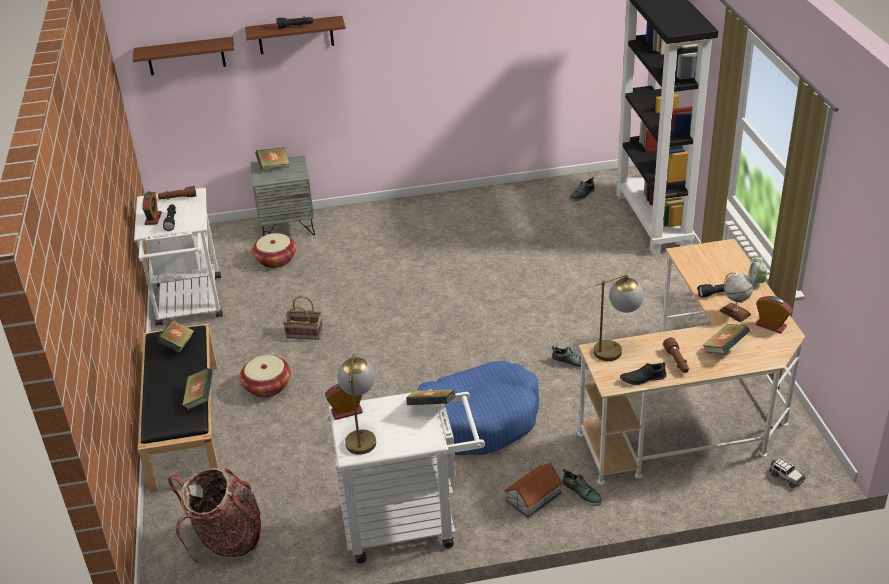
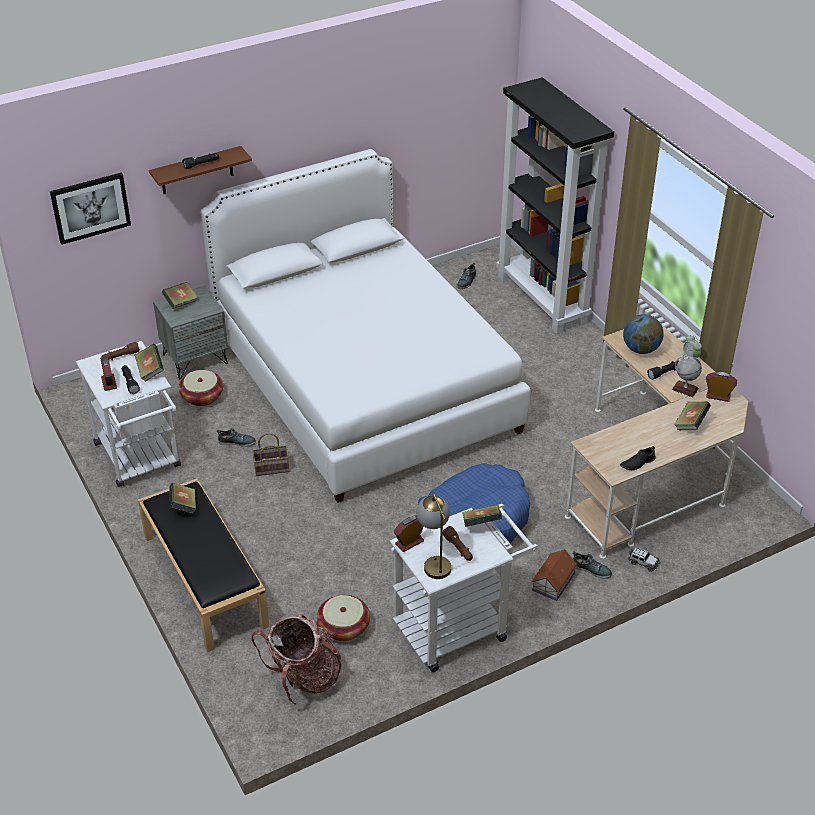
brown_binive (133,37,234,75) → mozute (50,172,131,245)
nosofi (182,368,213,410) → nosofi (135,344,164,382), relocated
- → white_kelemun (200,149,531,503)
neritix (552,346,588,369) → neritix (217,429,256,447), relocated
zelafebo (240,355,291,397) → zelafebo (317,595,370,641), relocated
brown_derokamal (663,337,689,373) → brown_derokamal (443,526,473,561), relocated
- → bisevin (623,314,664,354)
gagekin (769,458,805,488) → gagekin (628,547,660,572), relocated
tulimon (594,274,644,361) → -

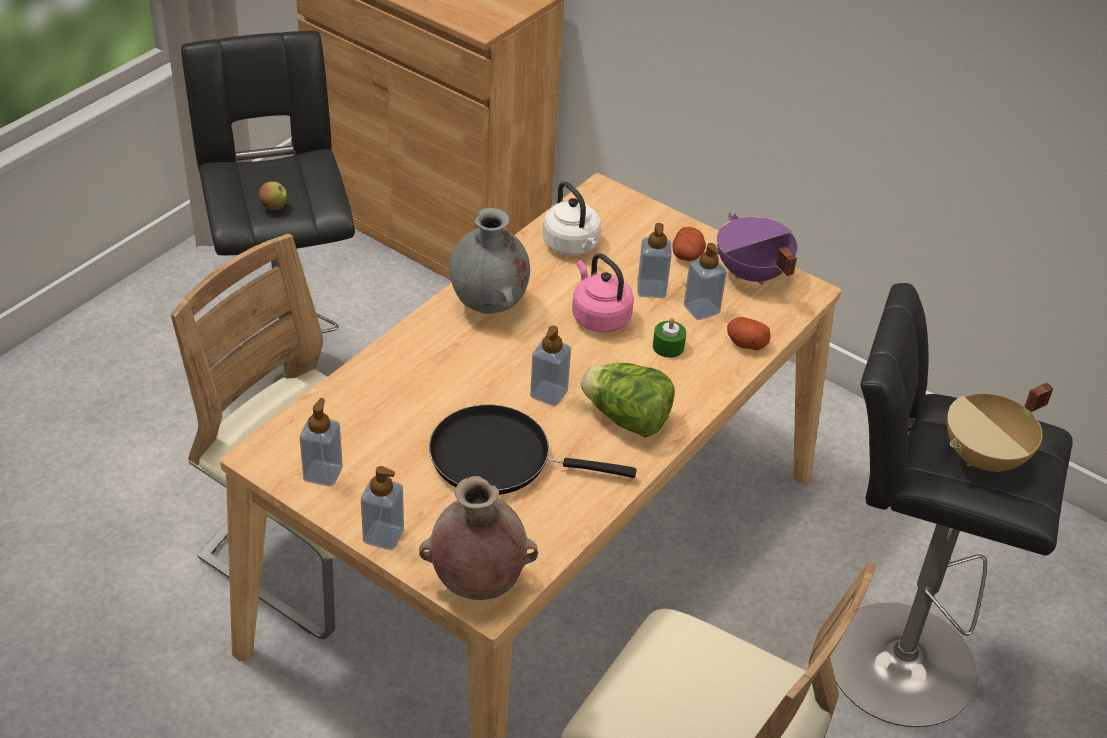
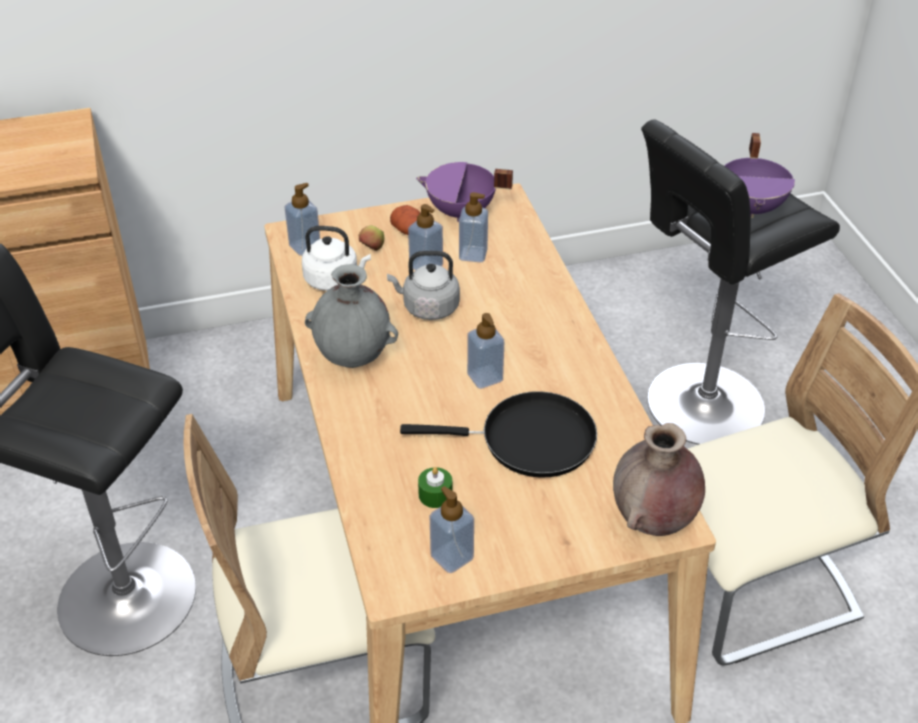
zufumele (361,466,404,550) → zufumele (284,183,320,256), relocated
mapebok (259,181,287,211) → mapebok (359,225,384,251), relocated
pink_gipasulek (572,253,634,332) → grey_gipasulek (387,251,460,320)
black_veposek (429,405,637,495) → black_veposek (400,391,597,478), 135 degrees counterclockwise
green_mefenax (653,318,686,358) → green_mefenax (418,467,452,508), relocated
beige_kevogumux (947,383,1054,472) → purple_kevogumux (724,133,795,218)
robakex (581,363,675,438) → -
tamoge (727,317,771,350) → -

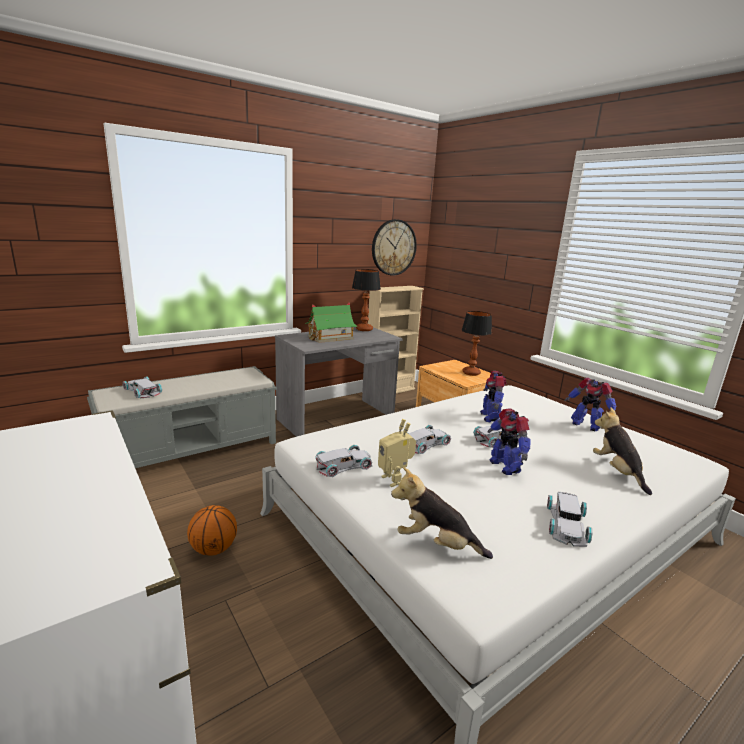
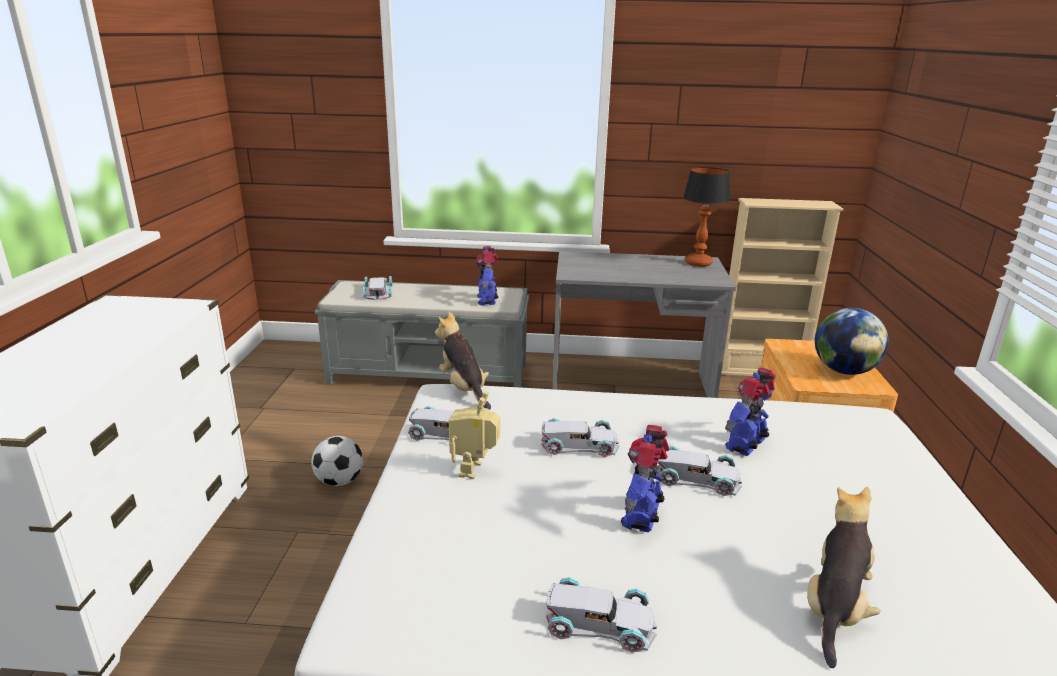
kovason (187,505,237,556) → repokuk (311,436,363,486)
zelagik (391,467,493,559) → zelagik (435,312,491,410), relocated
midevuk (565,378,616,431) → midevuk (476,246,498,306), relocated
white_gagekin (547,492,592,547) → white_gagekin (546,577,657,653), 135 degrees counterclockwise
tulimon (461,311,492,376) → bisevin (815,308,889,375)
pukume (305,303,358,343) → -
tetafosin (372,219,417,276) → -

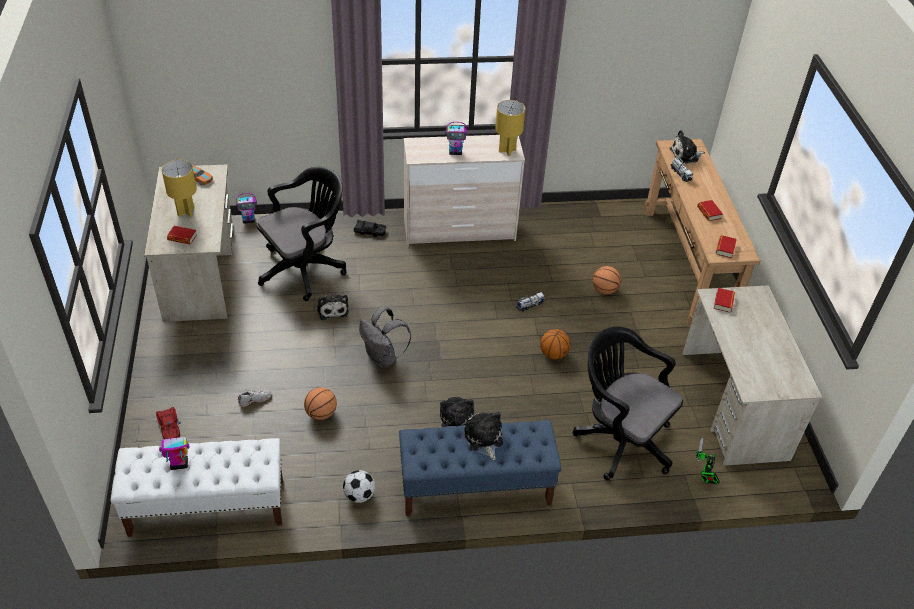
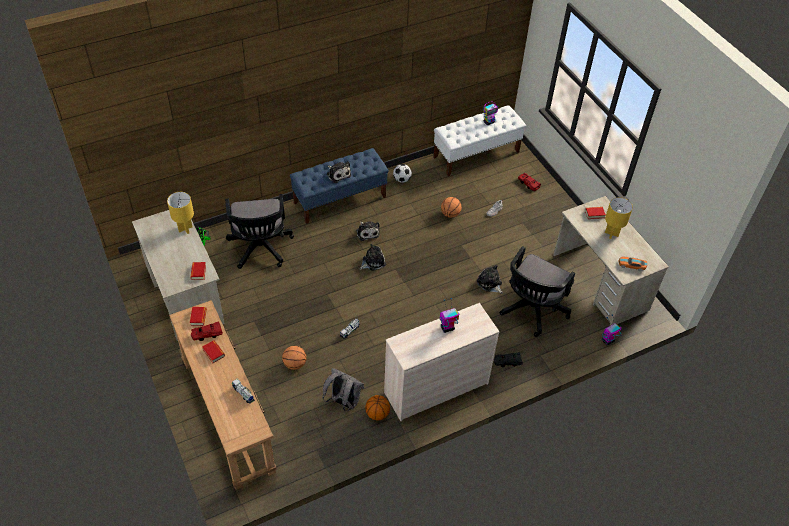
yellow_tulimon (495,100,525,156) → yellow_tulimon (167,192,194,234), relocated
- → red_gagekin (191,321,223,341)
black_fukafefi (572,327,683,480) → black_fukafefi (225,194,294,269), 60 degrees clockwise
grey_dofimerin (359,306,411,368) → grey_dofimerin (323,368,364,411), relocated
zelagik (670,130,705,164) → zelagik (359,244,386,271), relocated
kovason (540,329,570,359) → kovason (365,395,390,420), relocated

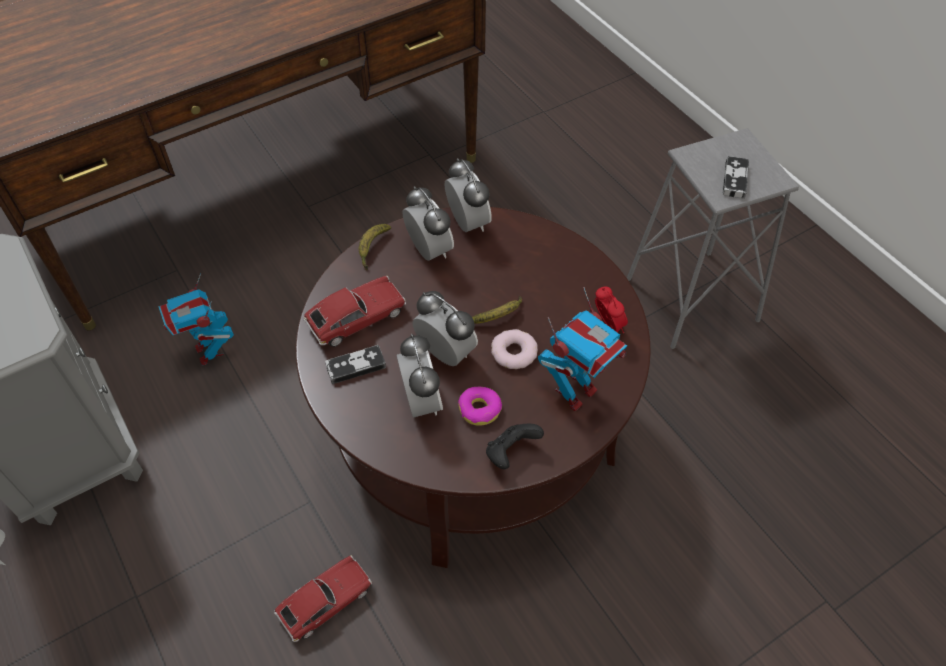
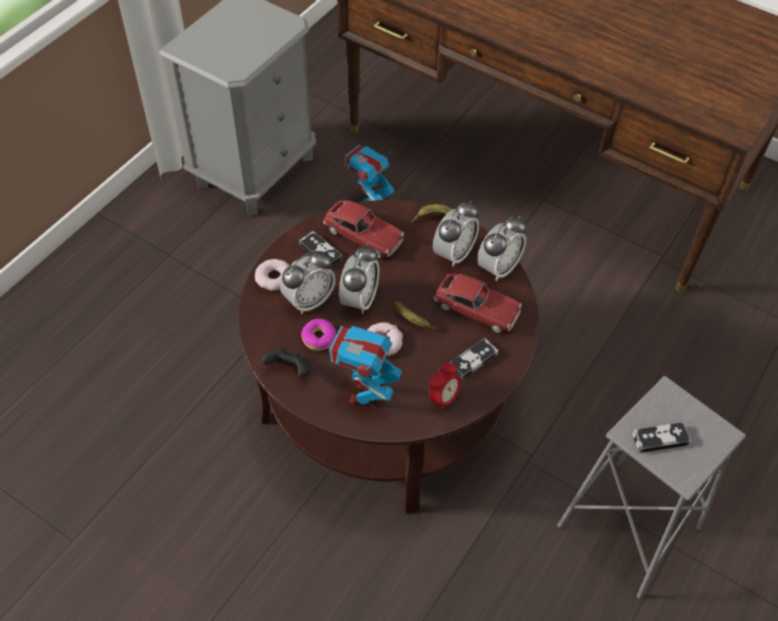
- → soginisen (255,259,289,291)
midevuk (538,287,627,412) → midevuk (329,325,402,408), 90 degrees clockwise
gagekin (274,555,372,642) → gagekin (434,274,522,333), relocated
- → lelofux (450,338,498,379)

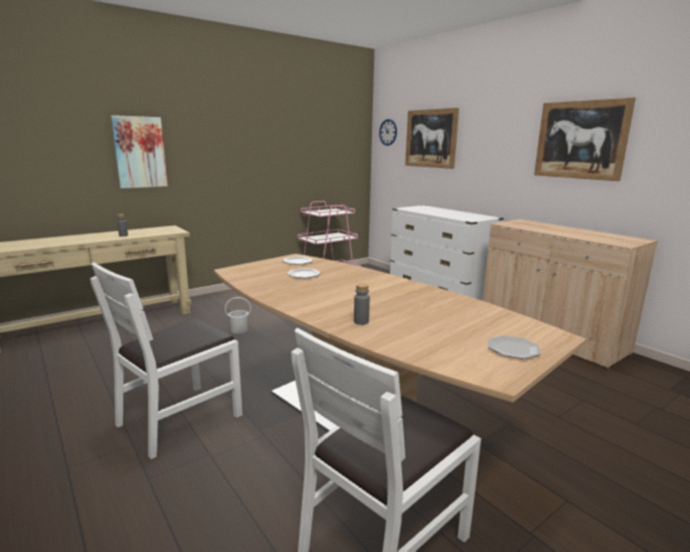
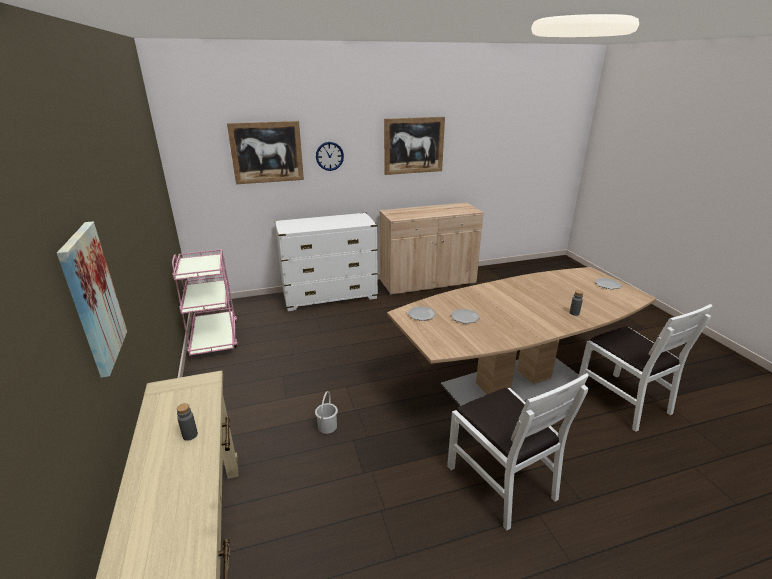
tetafosin (379,119,397,146) → tetafosin (316,142,344,171), relocated

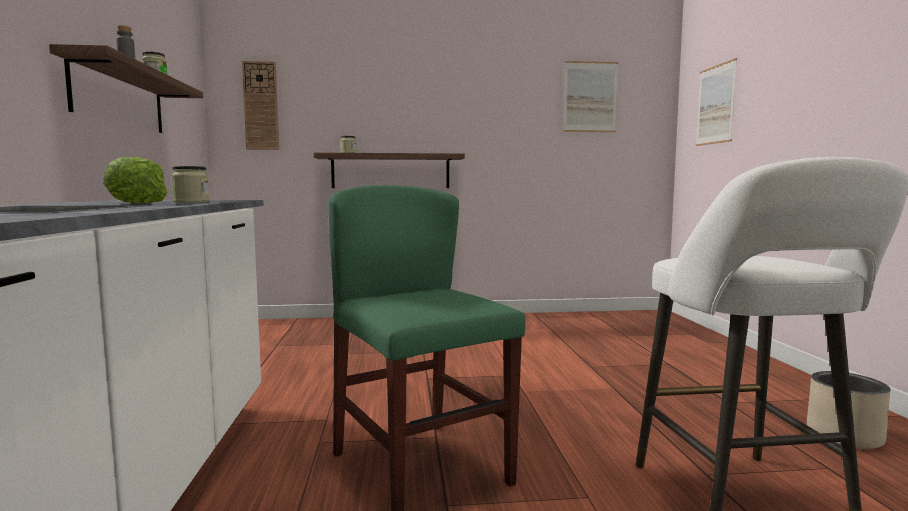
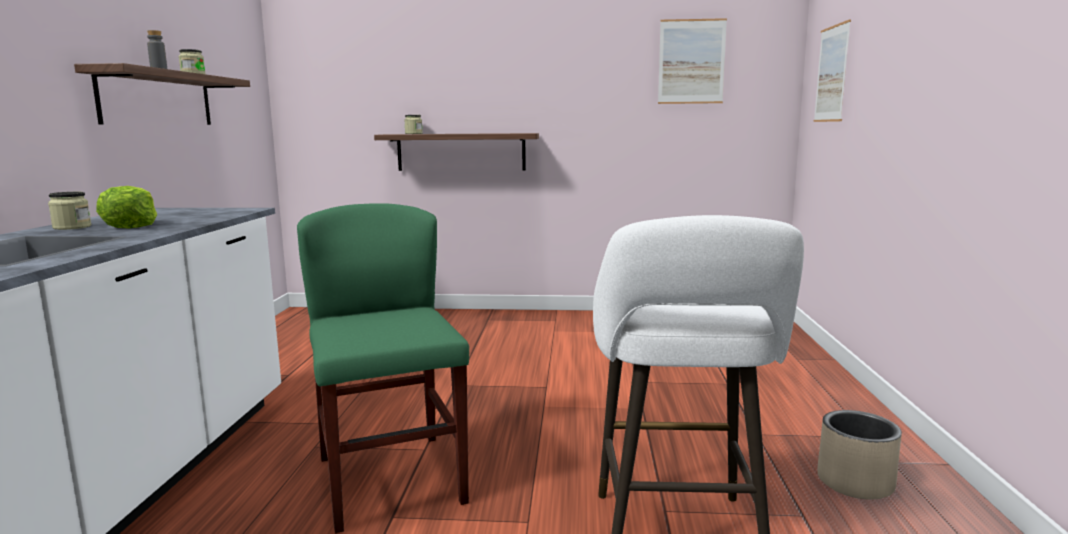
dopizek (171,166,210,203) → dopizek (48,192,91,230), relocated
tetafosin (242,61,279,150) → -

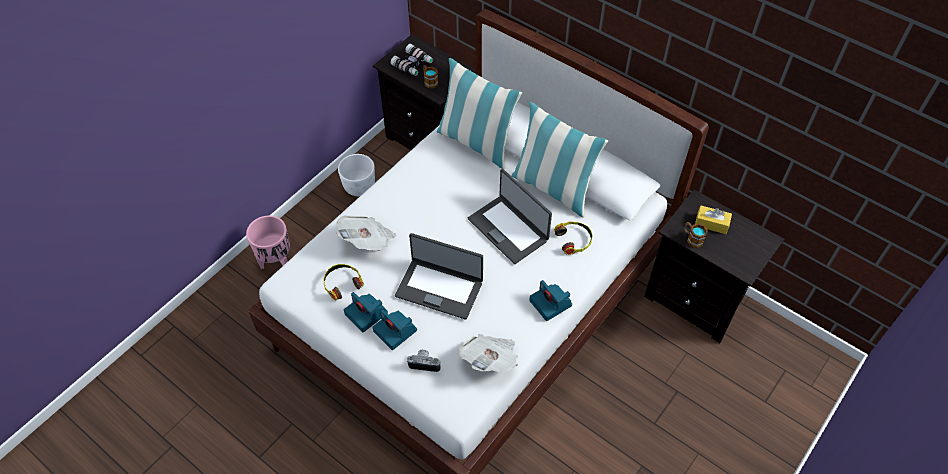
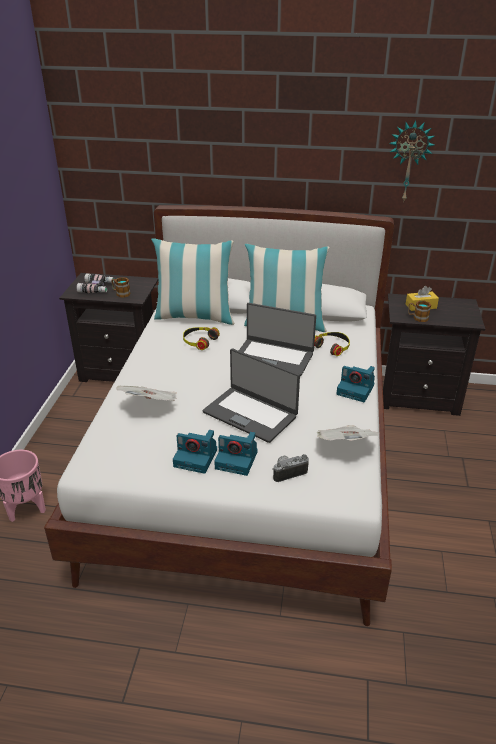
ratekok (323,264,364,300) → ratekok (183,327,220,350), relocated
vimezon (395,233,483,320) → vimezon (203,348,300,443), 45 degrees clockwise
- → tetafosin (389,120,434,200)
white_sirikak (338,154,375,196) → -

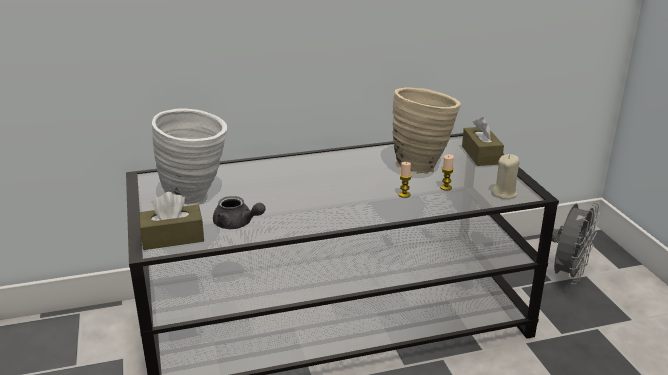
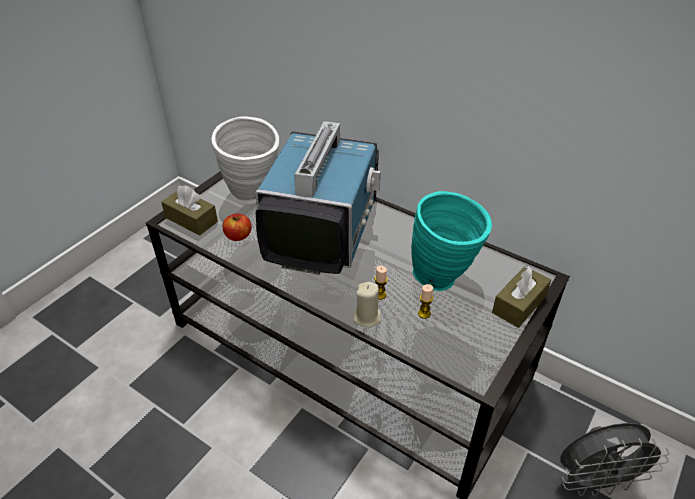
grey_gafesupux (213,196,266,229) → mapebok (223,213,251,241)
- → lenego (255,121,381,275)
beige_mefenax (491,154,520,199) → beige_mefenax (353,282,381,327), relocated
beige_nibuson (393,87,461,174) → turquoise_nibuson (411,191,492,291)

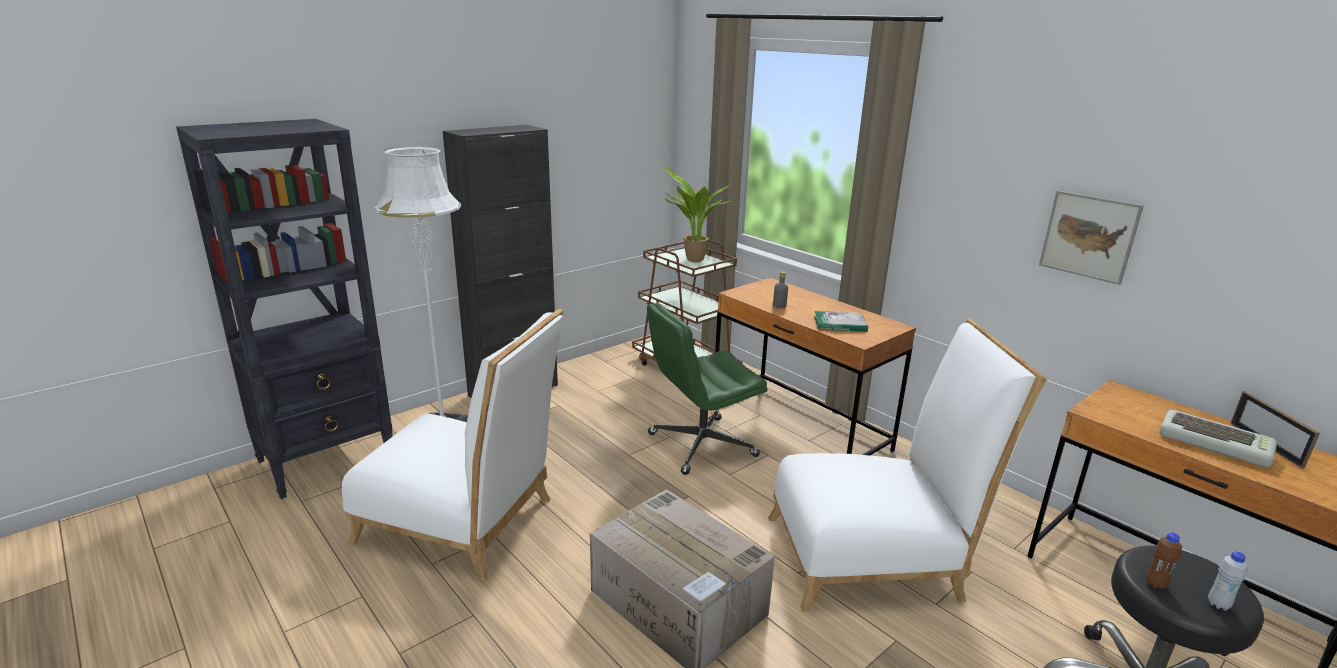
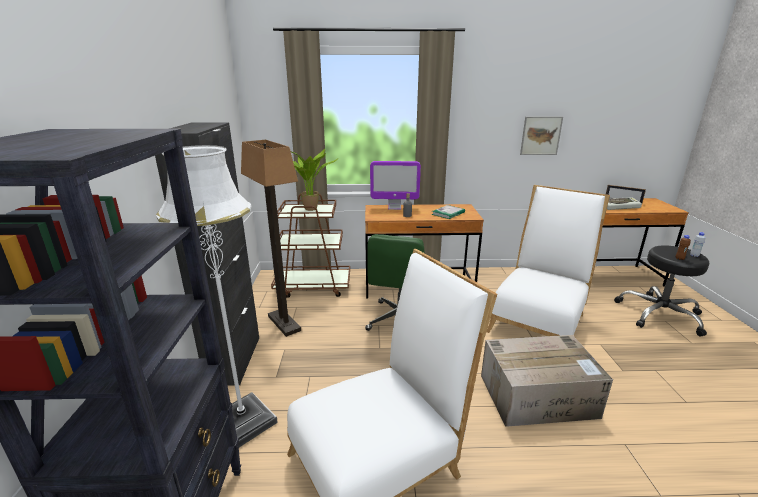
- → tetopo (241,140,301,337)
- → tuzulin (370,161,421,210)

